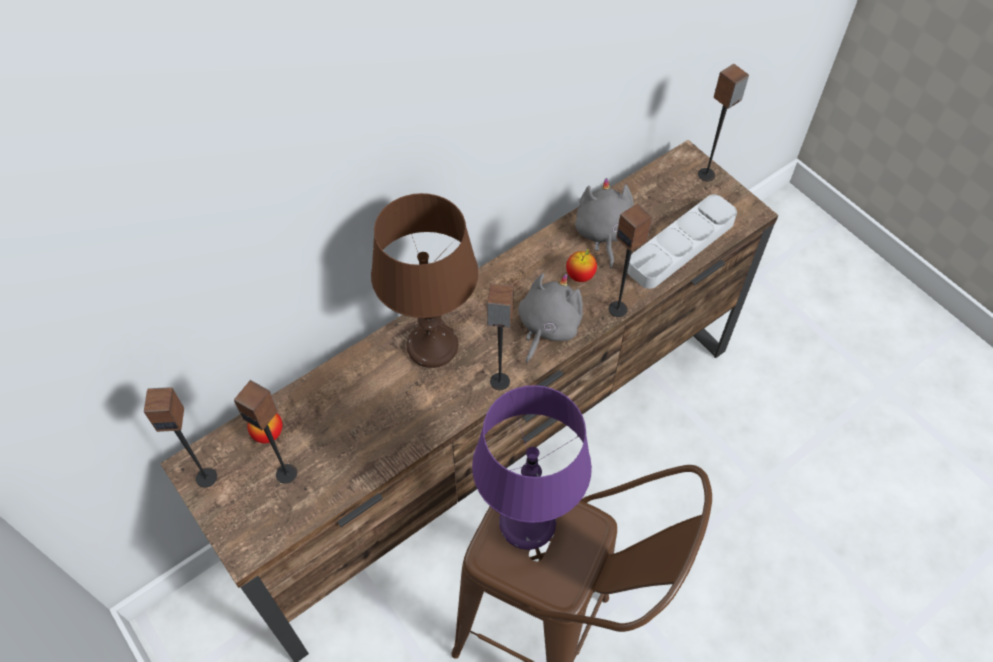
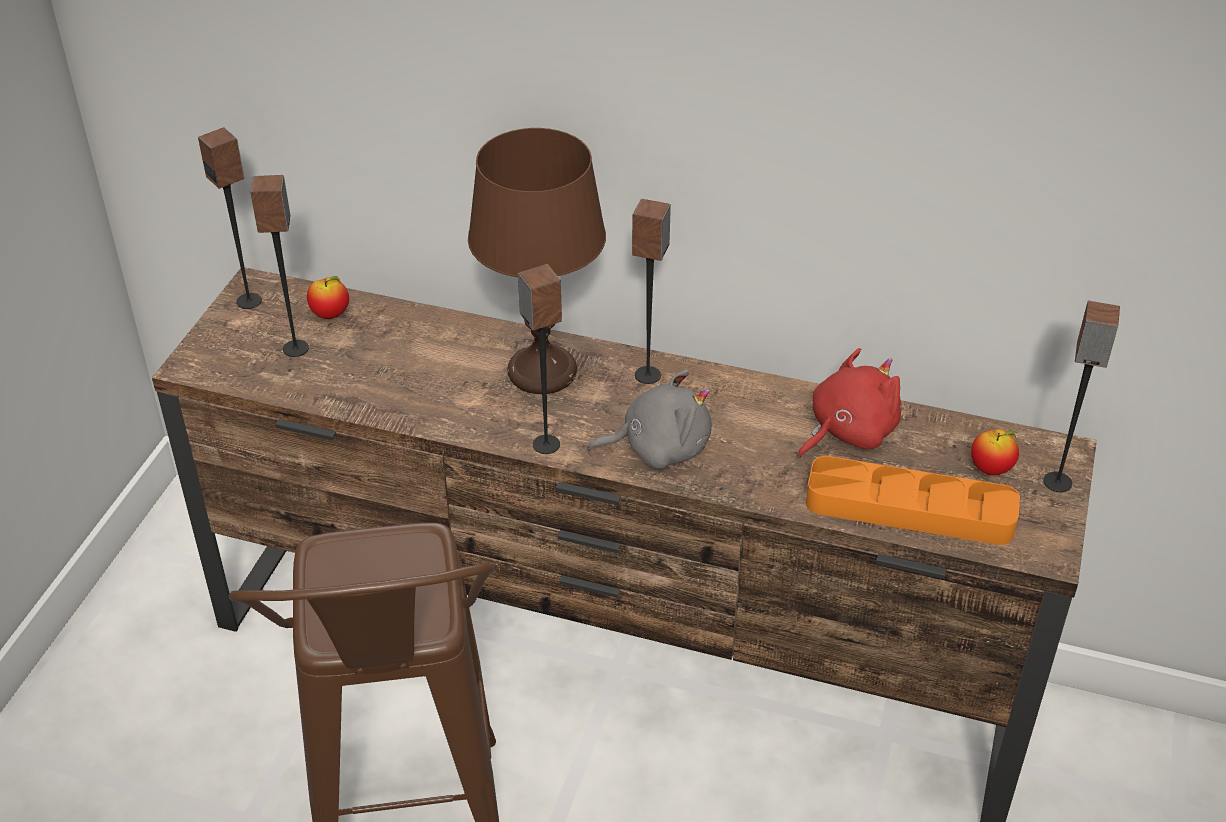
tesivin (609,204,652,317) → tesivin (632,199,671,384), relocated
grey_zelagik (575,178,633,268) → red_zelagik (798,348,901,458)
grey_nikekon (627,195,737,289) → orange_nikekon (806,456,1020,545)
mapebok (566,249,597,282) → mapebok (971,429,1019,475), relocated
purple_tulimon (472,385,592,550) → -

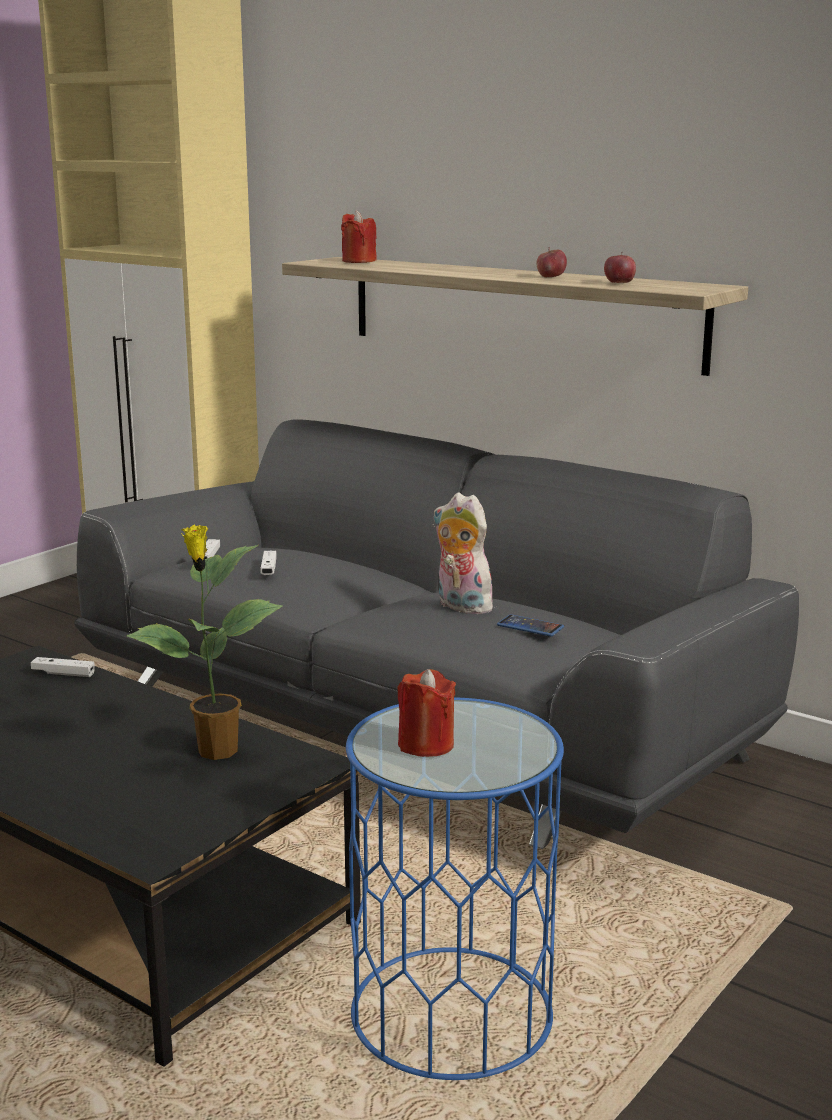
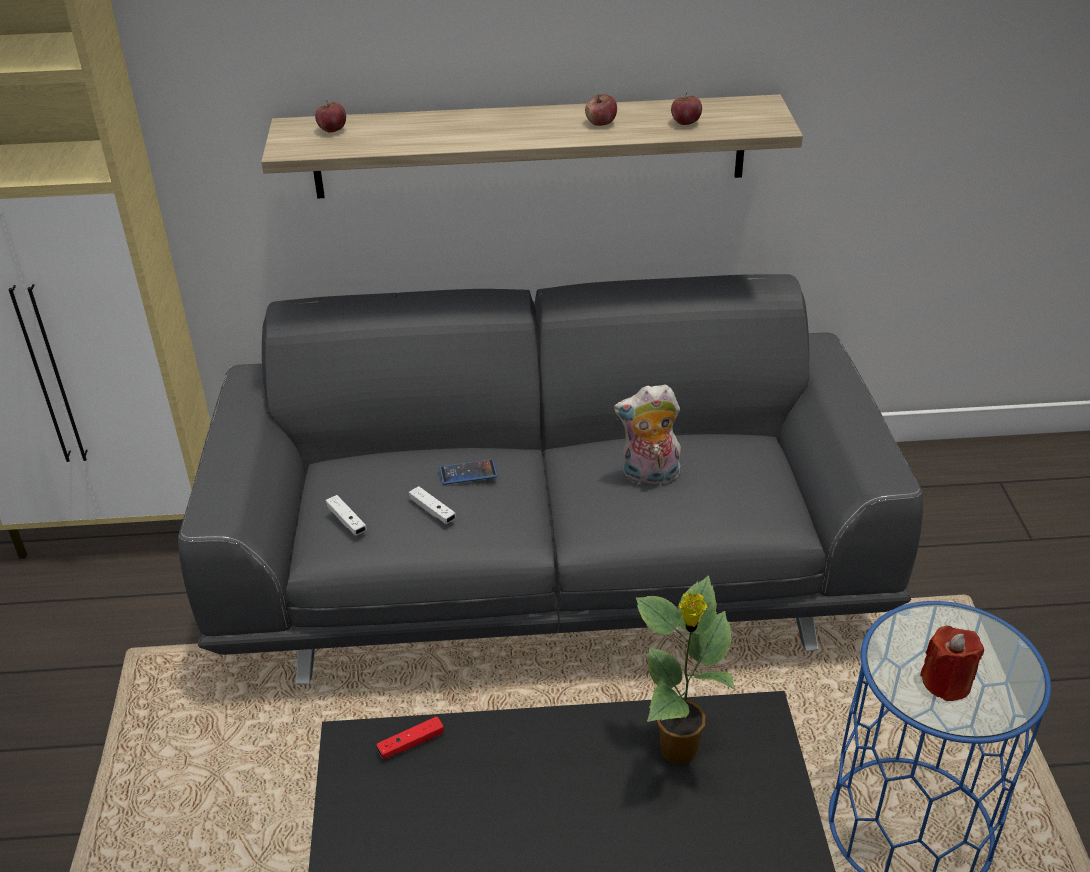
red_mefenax (341,211,377,263) → mapebok (315,100,346,133)
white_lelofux (31,657,95,677) → red_lelofux (377,716,444,759)
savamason (497,614,564,637) → savamason (439,459,498,485), relocated

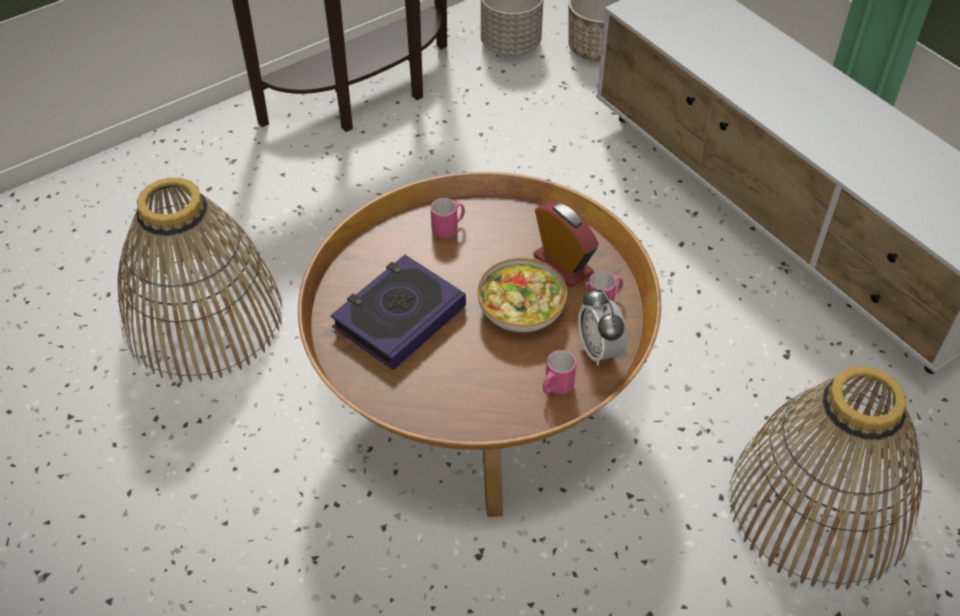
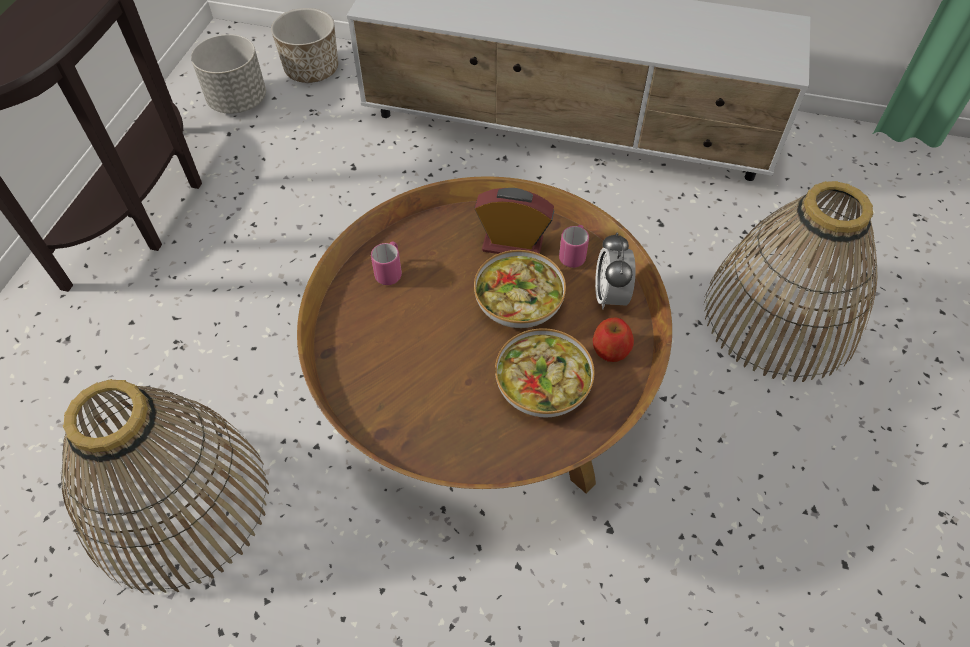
- → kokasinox (495,328,594,417)
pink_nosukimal (542,350,576,394) → mapebok (593,318,634,362)
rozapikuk (578,287,627,366) → rozapikuk (595,232,636,310), 60 degrees clockwise
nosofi (330,255,466,370) → -

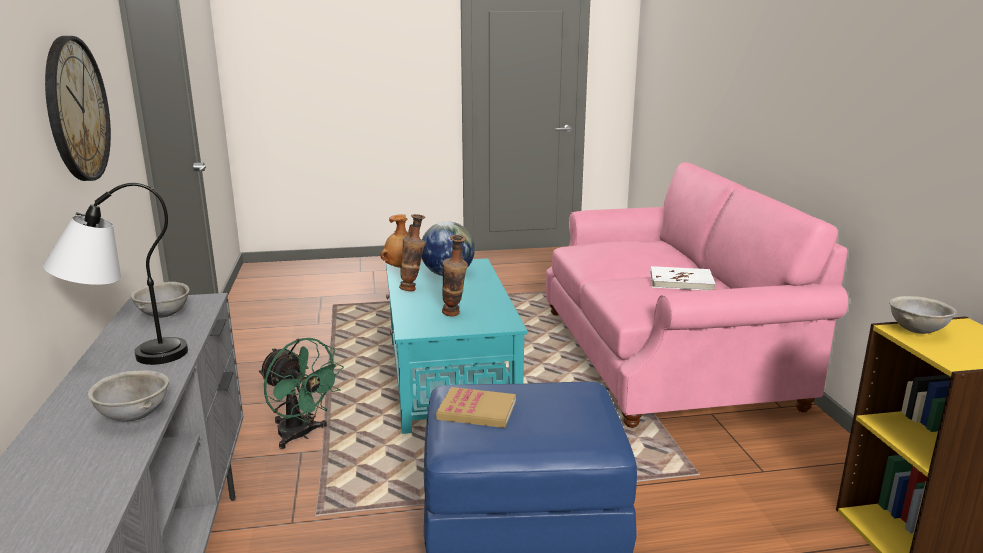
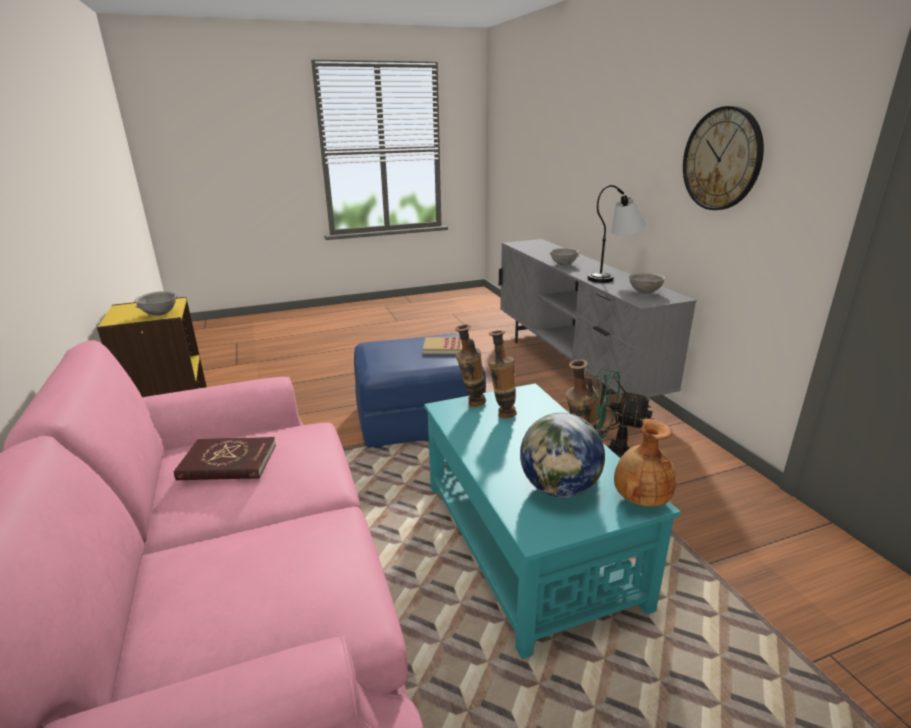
white_nosofi (650,266,715,290) → red_nosofi (174,437,276,480)
- → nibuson (455,324,486,407)

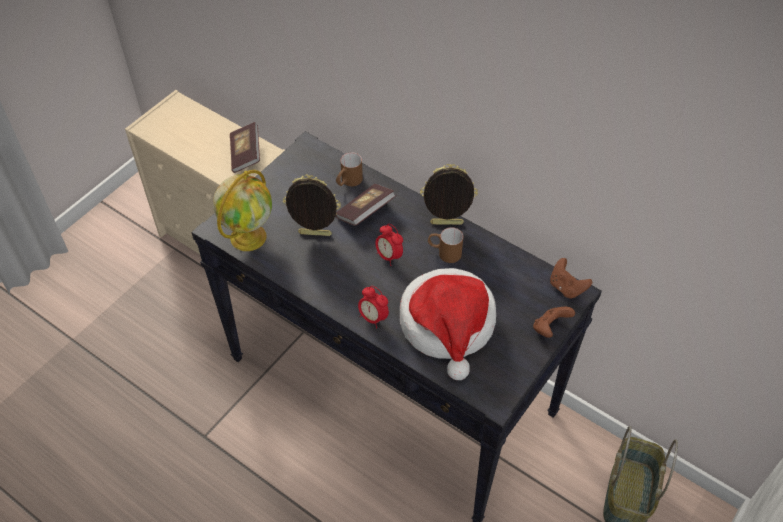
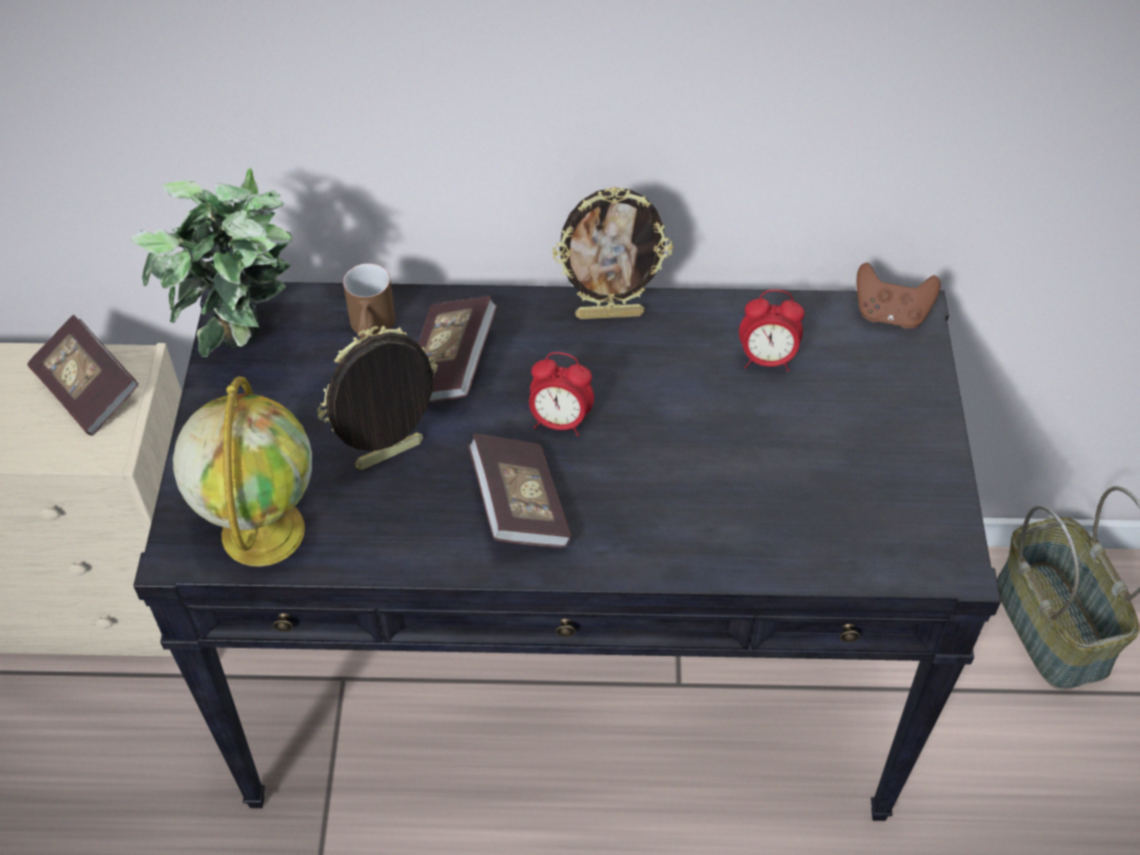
- → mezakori (130,168,292,357)
- → nosofi (468,434,572,548)
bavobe (420,164,478,225) → bavobe (552,186,673,319), 150 degrees counterclockwise
rozapikuk (358,286,389,328) → rozapikuk (739,290,805,372), relocated
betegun (400,268,496,380) → -
brown_nosukimal (428,227,463,263) → -
brown_lelofux (533,307,575,338) → -

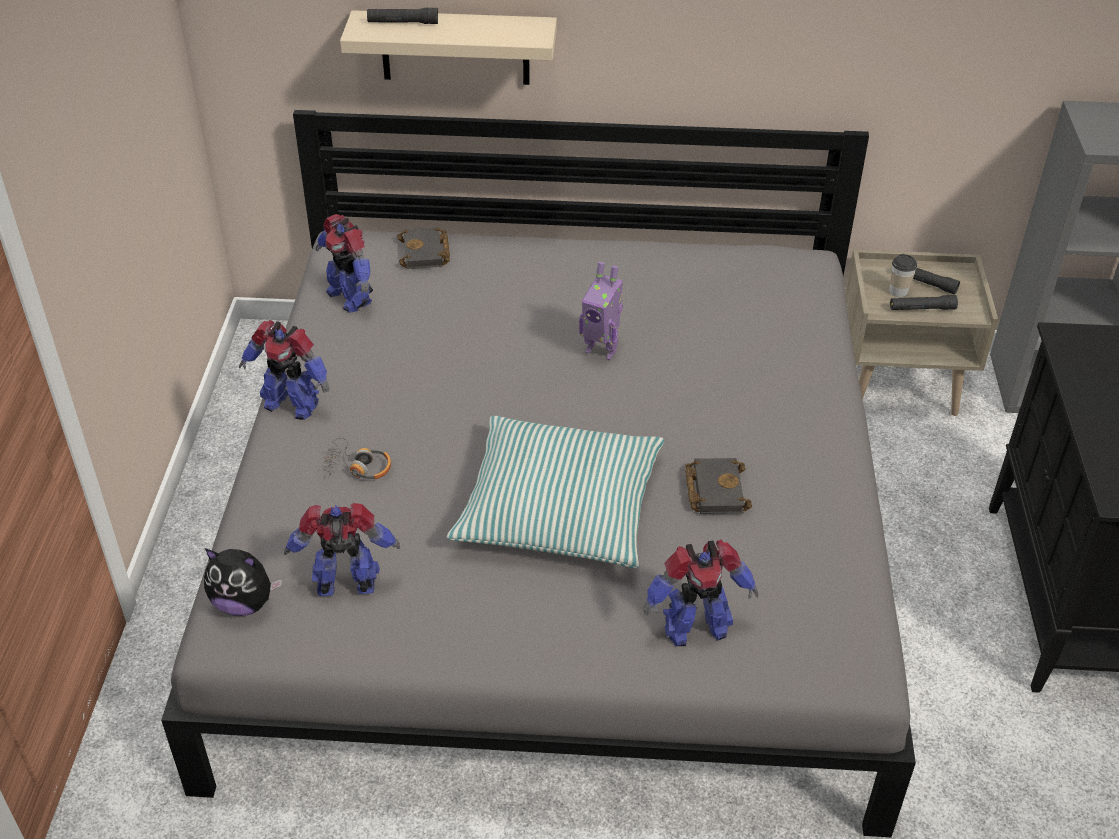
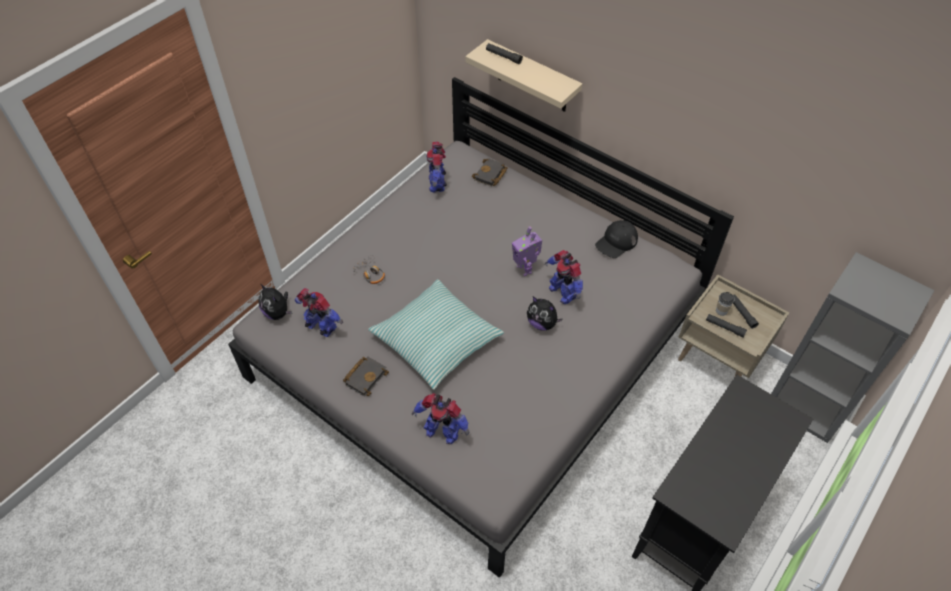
black_nosofi (685,458,752,514) → black_nosofi (343,357,389,397), relocated
- → zelagik (527,297,563,331)
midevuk (239,320,330,420) → midevuk (545,250,583,304), relocated
- → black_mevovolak (595,220,638,258)

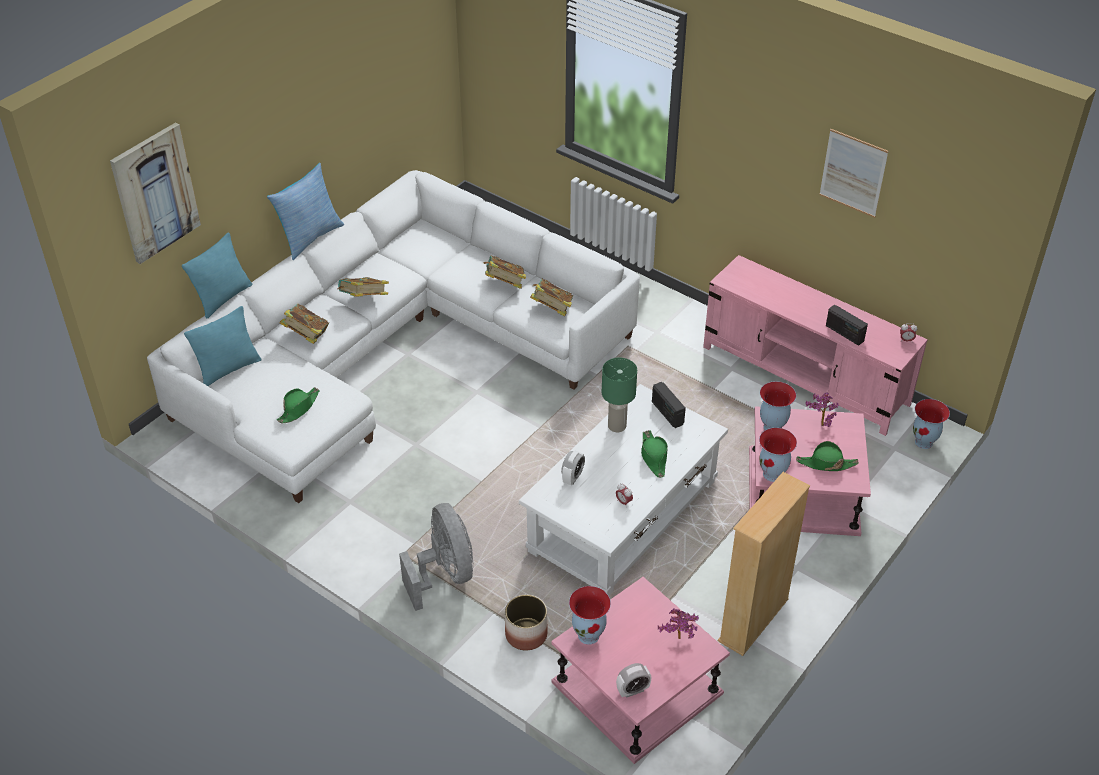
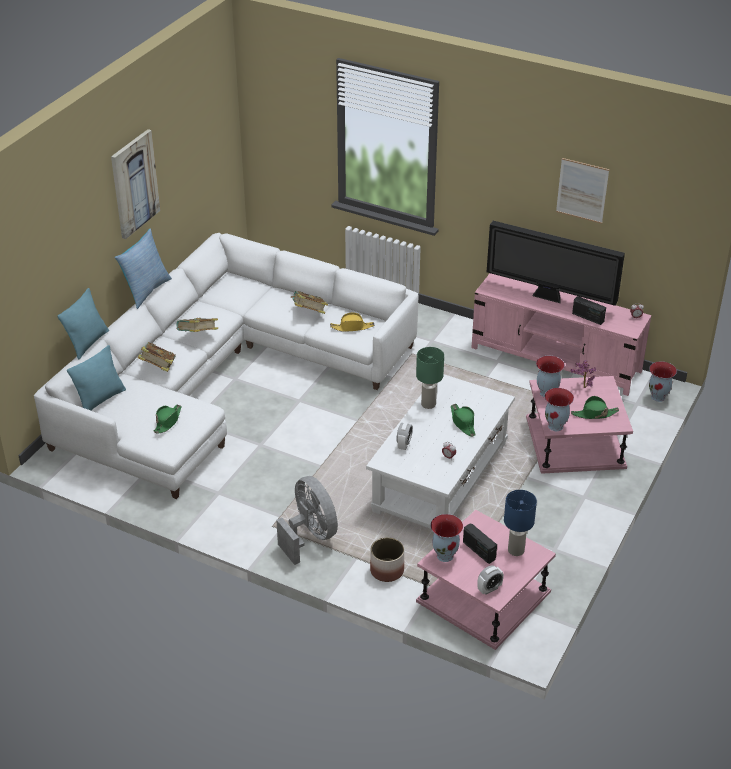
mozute (110,122,201,264) → mozute (111,129,161,239), relocated
nosofi (530,278,573,317) → yellow_betegun (330,312,374,332)
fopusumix (652,382,686,428) → fopusumix (463,523,497,564), relocated
- → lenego (487,221,625,306)
mezakori (658,608,699,639) → blue_tulimon (504,490,537,556)
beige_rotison (718,472,810,656) → -

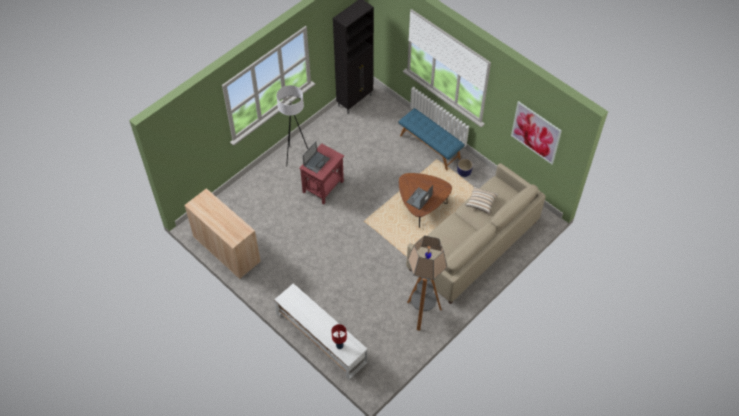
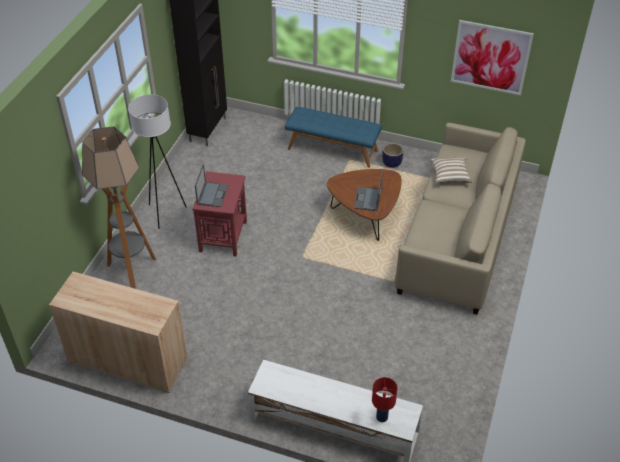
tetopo (407,236,447,331) → tetopo (82,126,156,289), relocated

